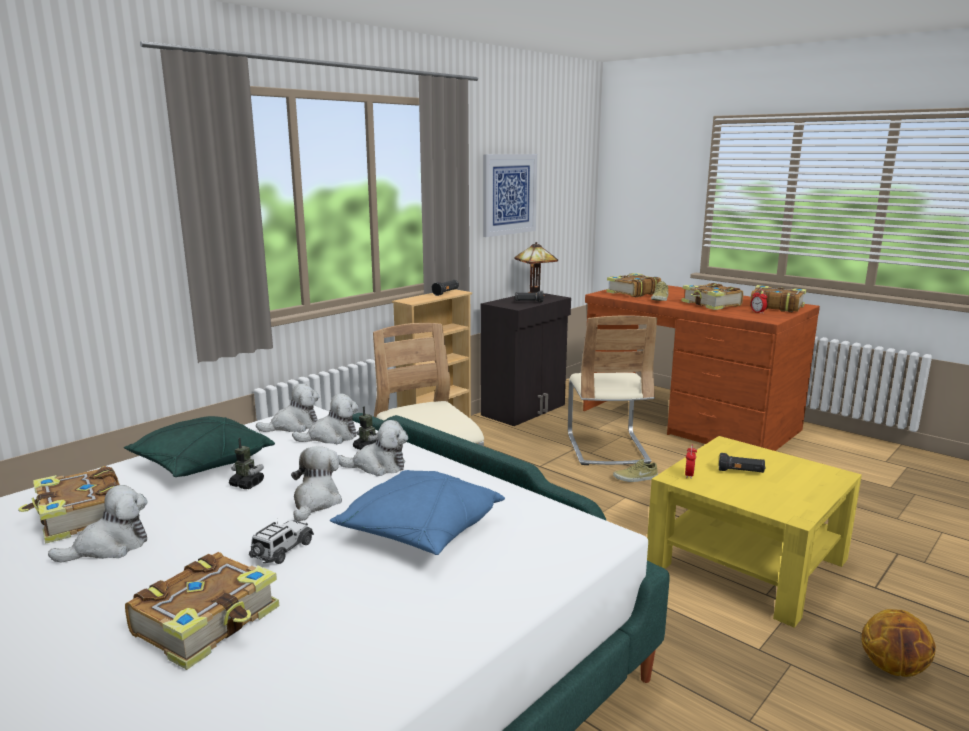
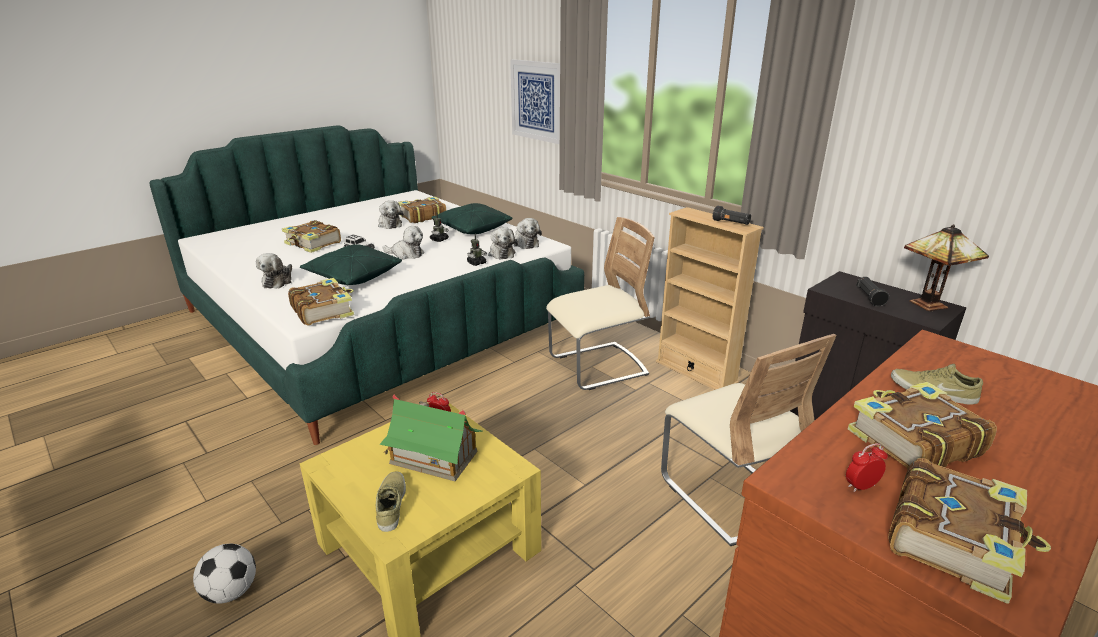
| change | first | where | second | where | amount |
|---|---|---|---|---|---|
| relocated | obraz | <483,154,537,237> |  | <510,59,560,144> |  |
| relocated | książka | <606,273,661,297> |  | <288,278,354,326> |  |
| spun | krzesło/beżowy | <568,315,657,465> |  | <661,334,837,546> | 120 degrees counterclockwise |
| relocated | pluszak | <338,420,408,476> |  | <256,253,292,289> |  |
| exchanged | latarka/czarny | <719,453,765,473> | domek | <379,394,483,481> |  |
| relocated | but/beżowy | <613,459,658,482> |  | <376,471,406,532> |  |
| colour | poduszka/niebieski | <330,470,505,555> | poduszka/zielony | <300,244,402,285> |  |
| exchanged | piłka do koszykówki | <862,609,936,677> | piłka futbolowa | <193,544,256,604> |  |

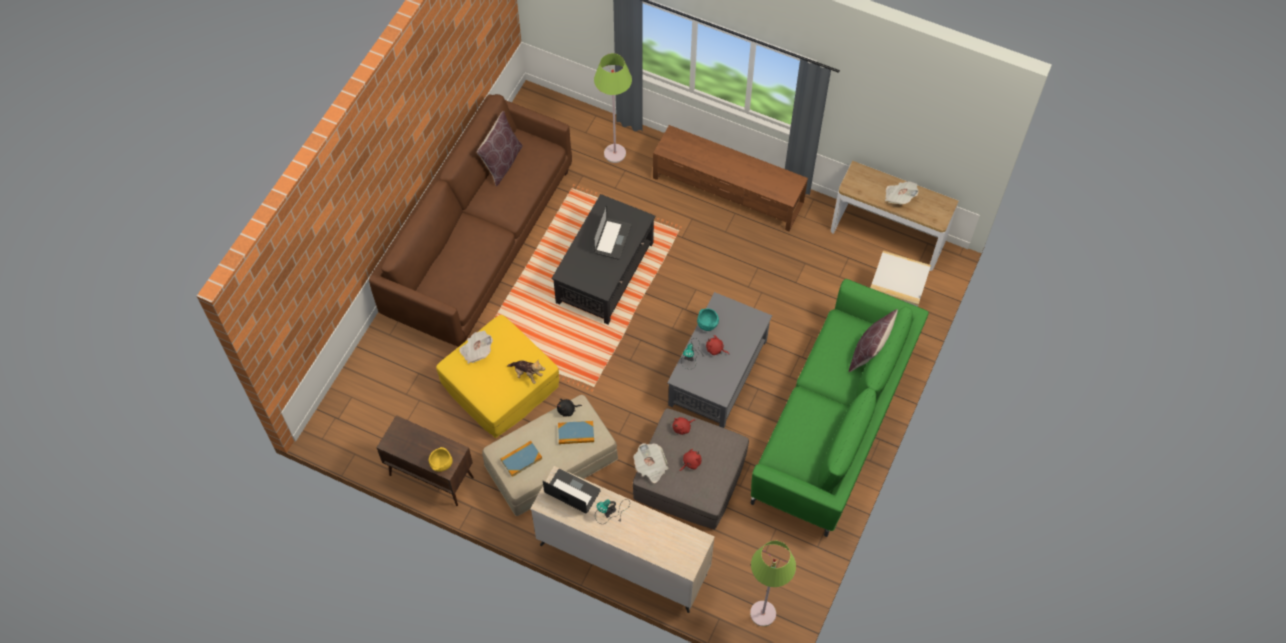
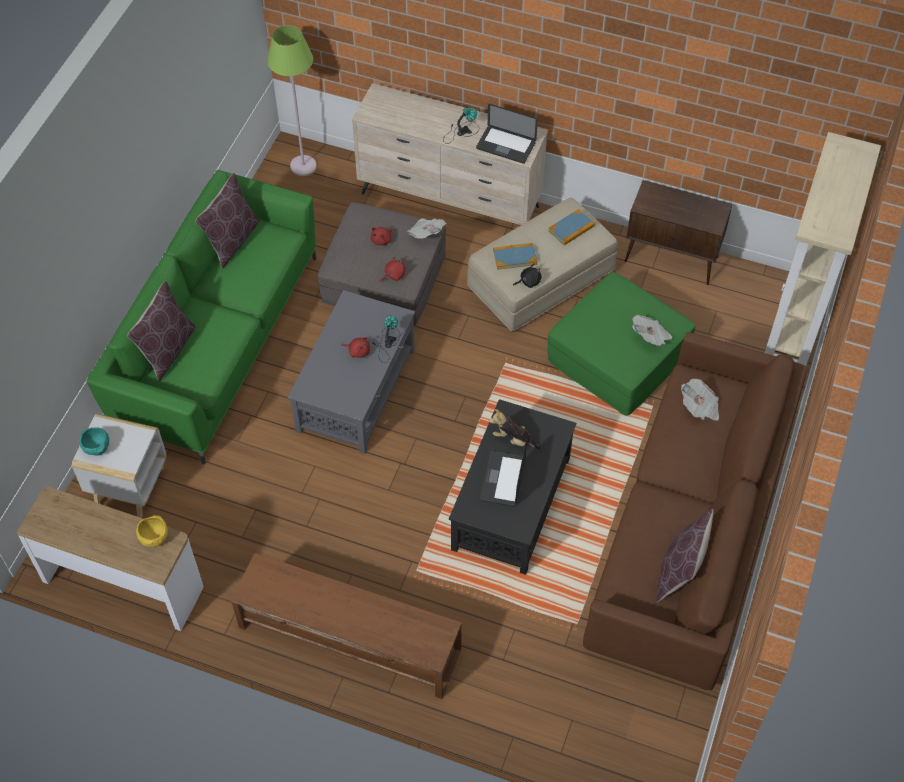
| change | first | where | second | where | amount |
|---|---|---|---|---|---|
| missing | lampa stojąca/zielony | <594,53,632,163> |  |  |  |
| relocated | gazeta | <885,181,919,205> |  | <681,379,719,421> |  |
| relocated | miska/turkusowy | <697,308,719,331> |  | <80,427,109,456> |  |
| colour | pufa/żółty | <436,315,559,438> | pufa/zielony | <547,272,695,416> |  |
| relocated | pluszak | <507,360,545,384> |  | <489,409,541,449> |  |
| relocated | miska/żółty | <429,447,453,472> |  | <136,515,168,547> |  |
| appeared |  |  | regał/beżowy | <765,132,881,366> |  |
| appeared |  |  | poduszka/brązowy | <195,173,260,269> |  |

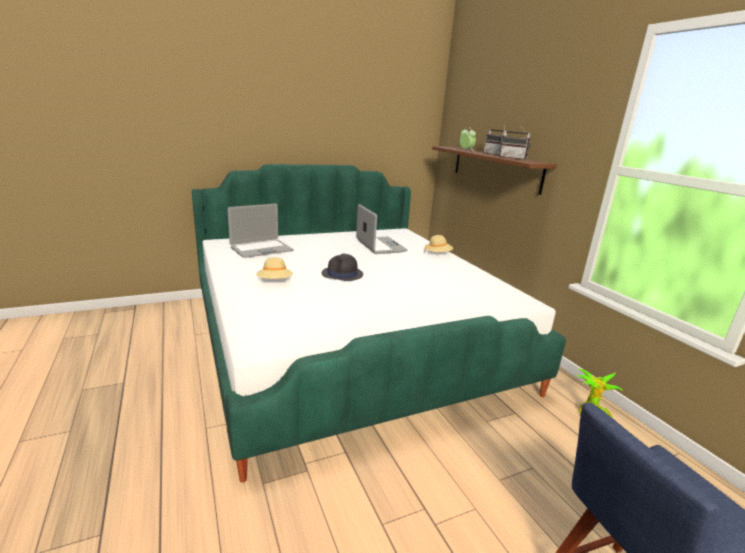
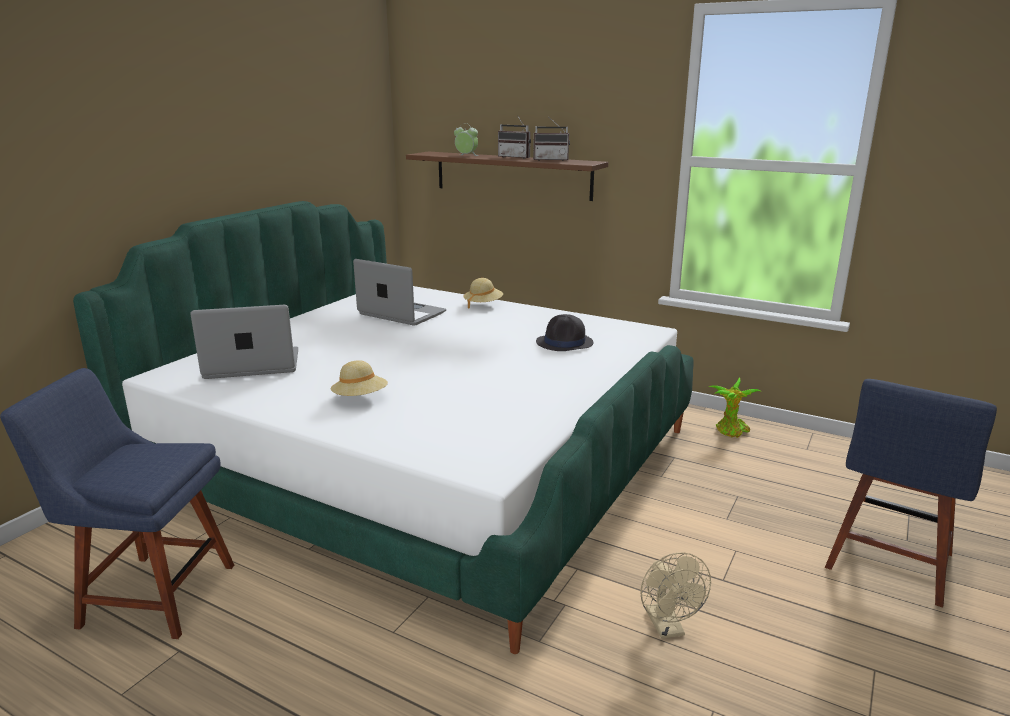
| change | first | where | second | where | amount |
|---|---|---|---|---|---|
| spun | laptop | <227,204,294,258> |  | <190,305,298,379> | 120 degrees counterclockwise |
| relocated | kapelusz/czarny | <322,254,363,281> |  | <536,314,593,351> |  |
| appeared |  |  | krzesło/niebieski | <0,368,234,639> |  |
| appeared |  |  | wentylator/beżowy | <641,553,711,639> |  |

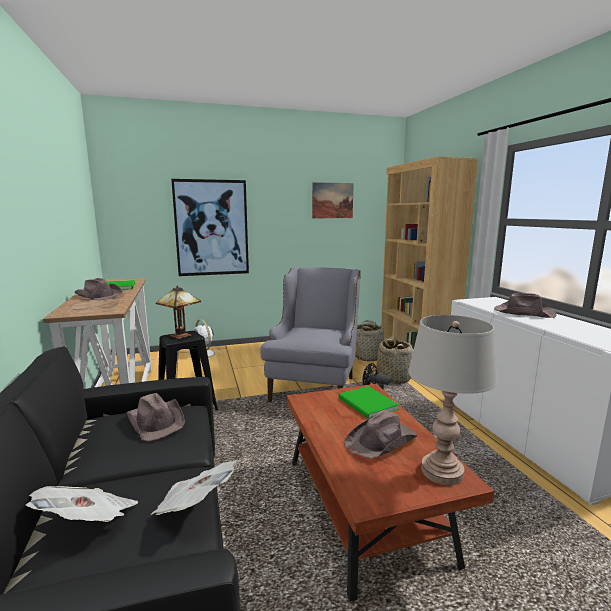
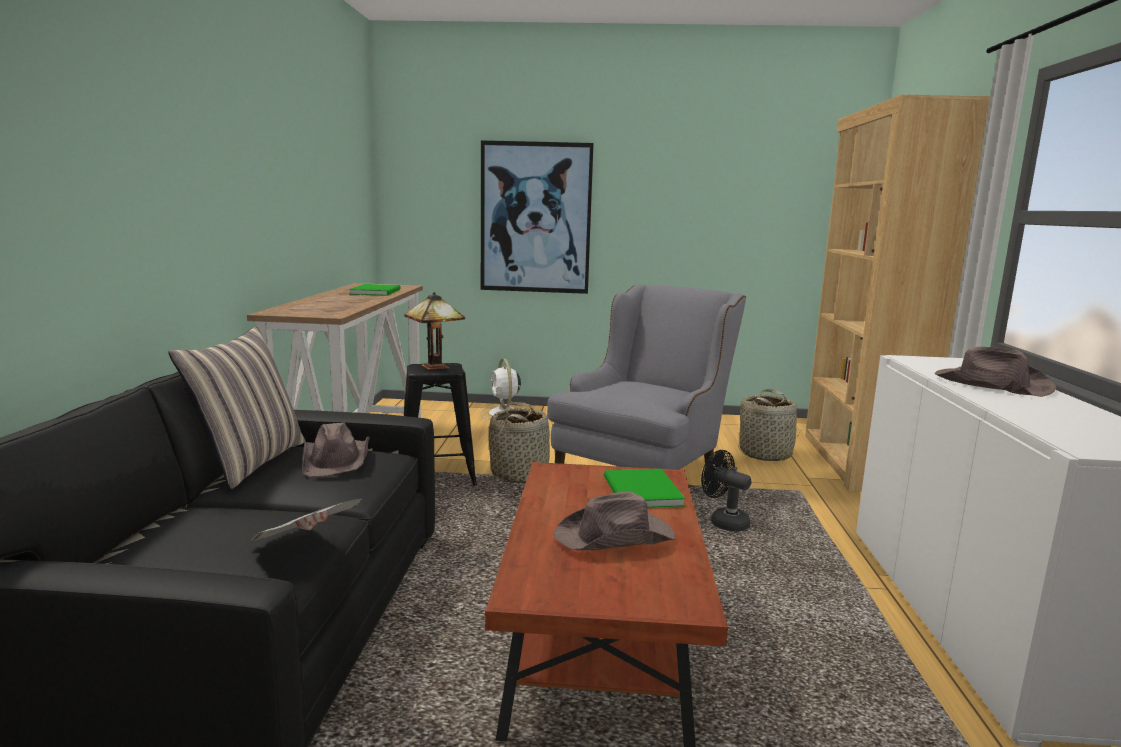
| change | first | where | second | where | amount |
|---|---|---|---|---|---|
| missing | obraz | <312,182,354,218> |  |  |  |
| missing | kapelusz/brązowy | <74,278,122,300> |  |  |  |
| missing | lampa stołowa/szary | <408,315,498,485> |  |  |  |
| relocated | koszyk | <376,336,413,384> |  | <489,402,550,483> |  |
| missing | gazeta | <26,486,138,522> |  |  |  |
| appeared |  |  | poduszka | <168,326,306,489> |  |

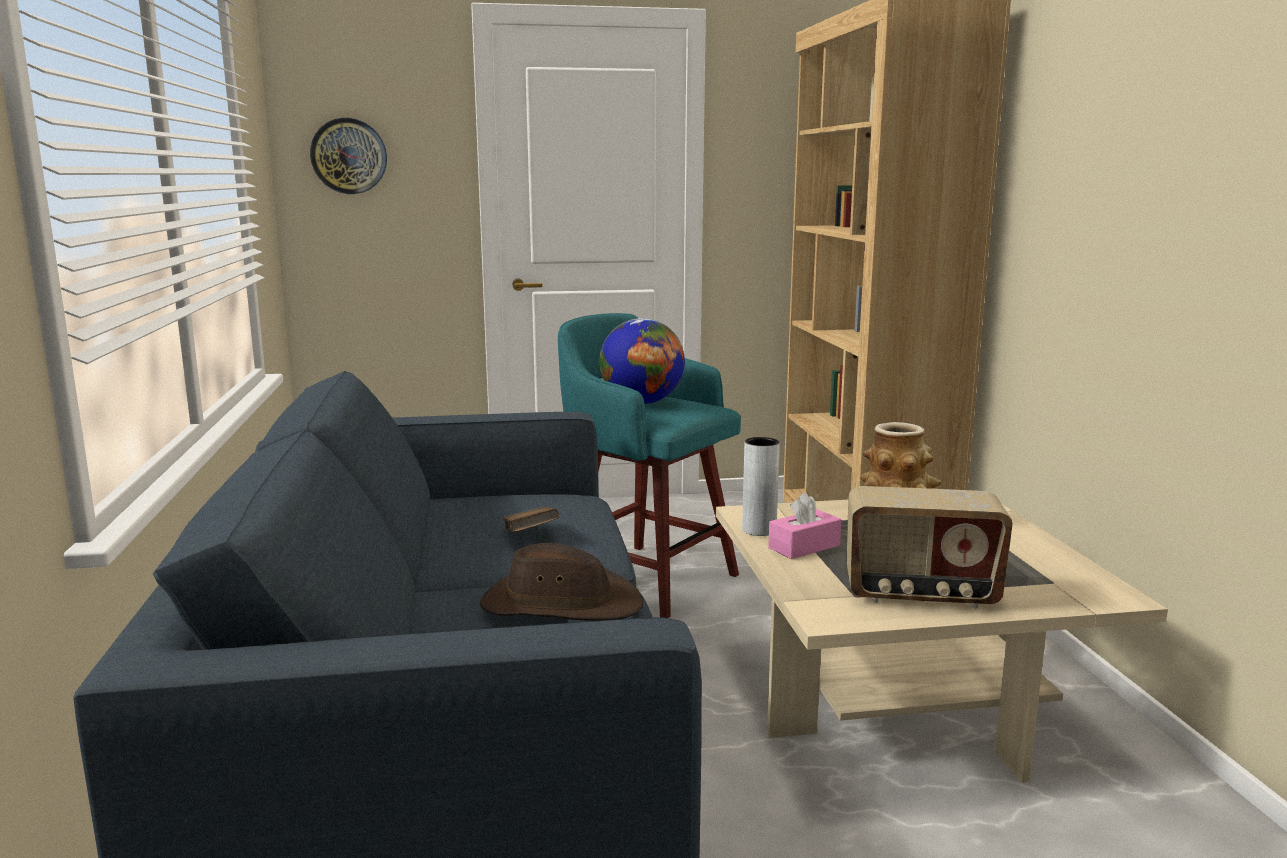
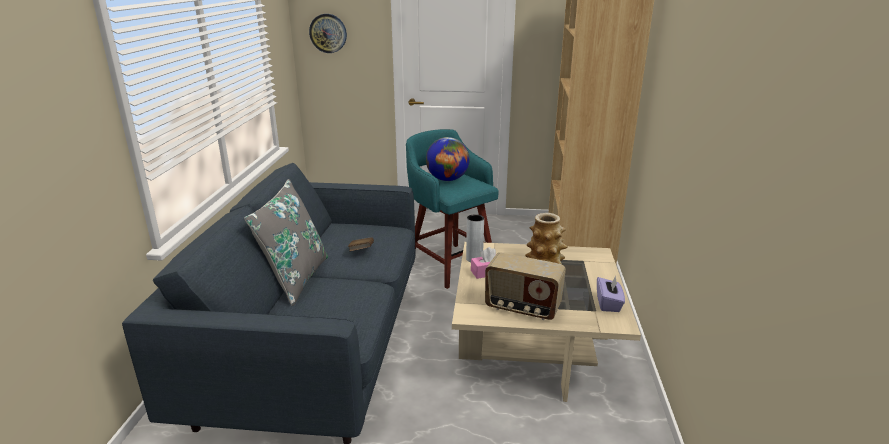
| change | first | where | second | where | amount |
|---|---|---|---|---|---|
| missing | kapelusz/brązowy | <480,543,643,621> |  |  |  |
| appeared |  |  | poduszka/szary | <244,179,328,306> |  |
| appeared |  |  | pudełko chusteczek/fioletowy | <597,276,625,312> |  |

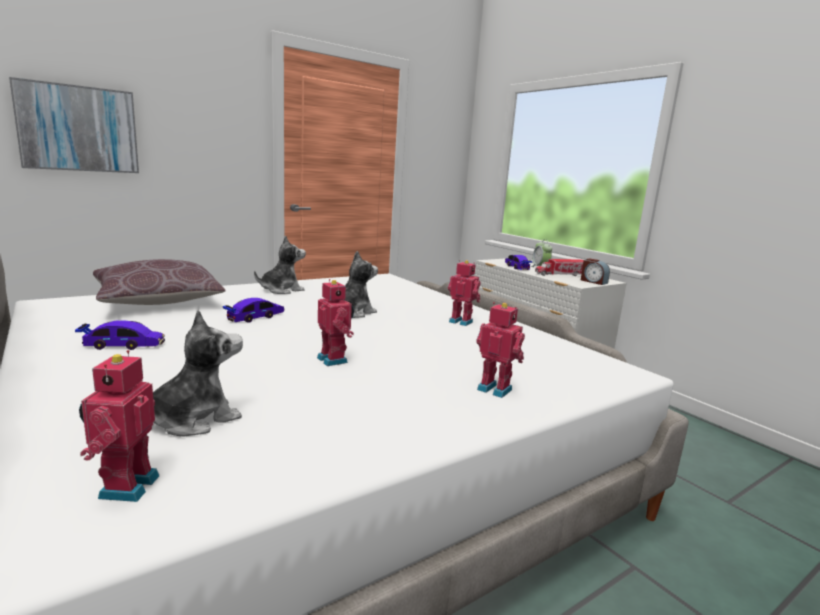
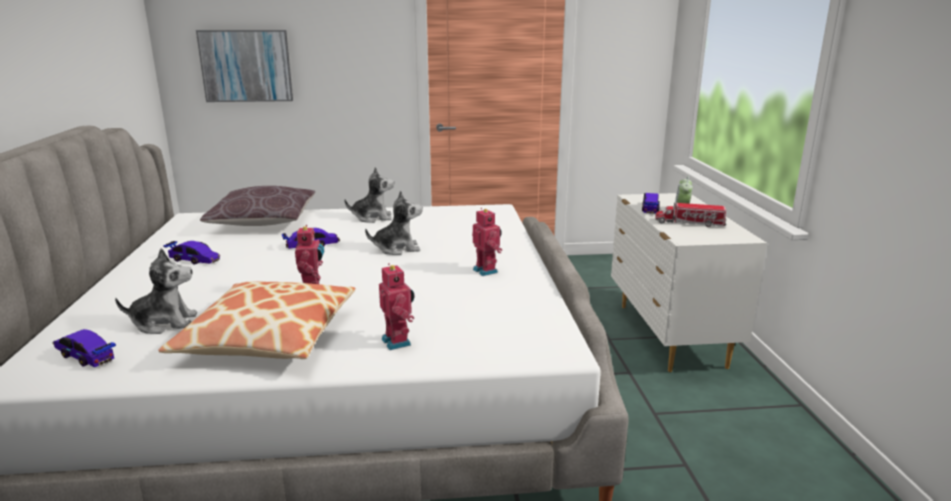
| change | first | where | second | where | amount |
|---|---|---|---|---|---|
| missing | budzik | <581,258,610,285> |  |  |  |
| exchanged | robot zabawkowy | <79,350,160,502> | samochodzik | <53,329,116,367> |  |
| appeared |  |  | poduszka | <158,282,355,359> |  |

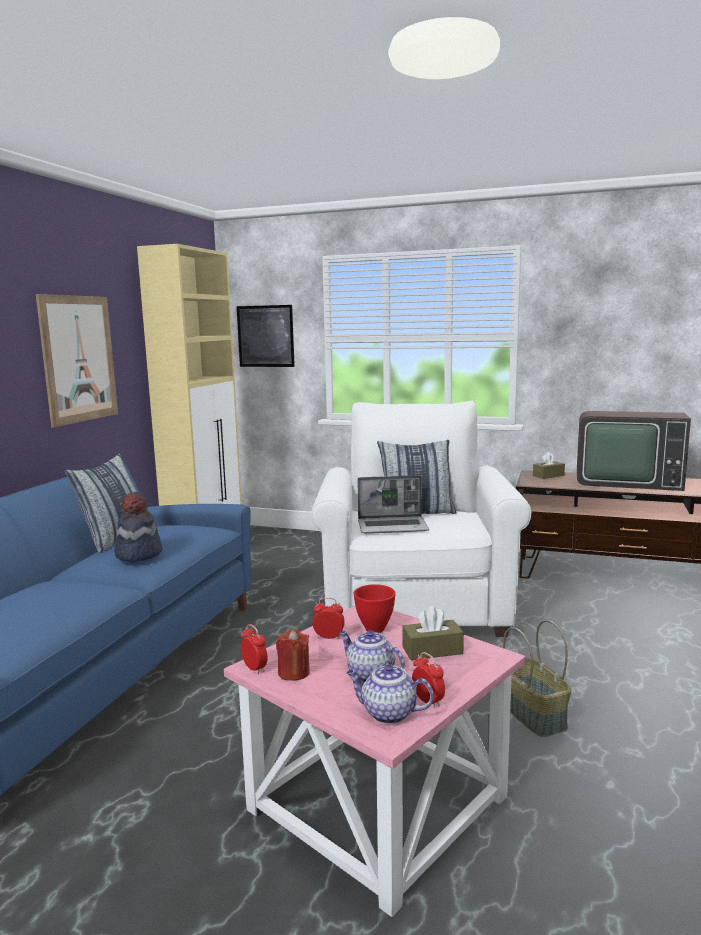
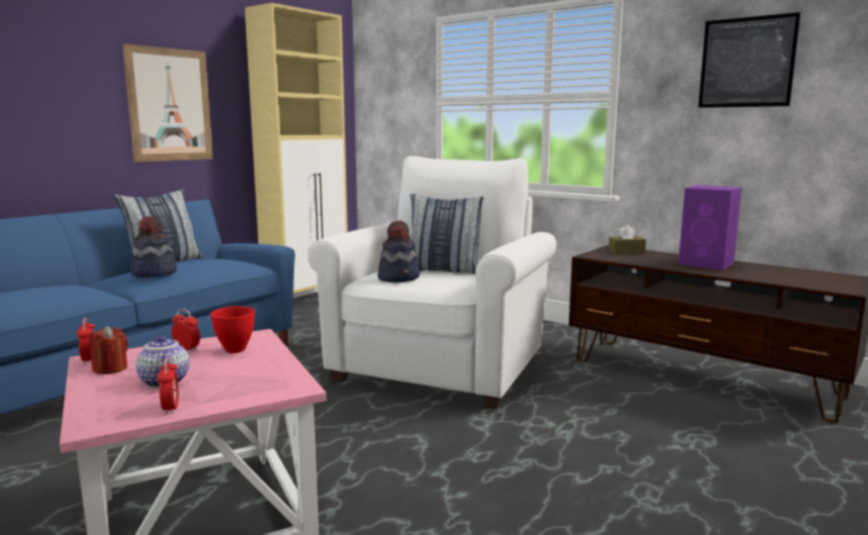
| change | first | where | second | where | amount |
|---|---|---|---|---|---|
| relocated | obraz | <237,305,295,367> |  | <698,12,801,108> |  |
| exchanged | telewizor | <577,411,691,491> | głośnik/fioletowy | <678,185,742,270> |  |
| exchanged | laptop | <357,475,429,534> | kapelusz | <378,220,420,283> |  |
| missing | pudełko chusteczek/brązowy | <402,606,464,660> |  |  |  |
| missing | koszyk | <503,620,571,737> |  |  |  |
| missing | imbryk | <347,664,434,724> |  |  |  |

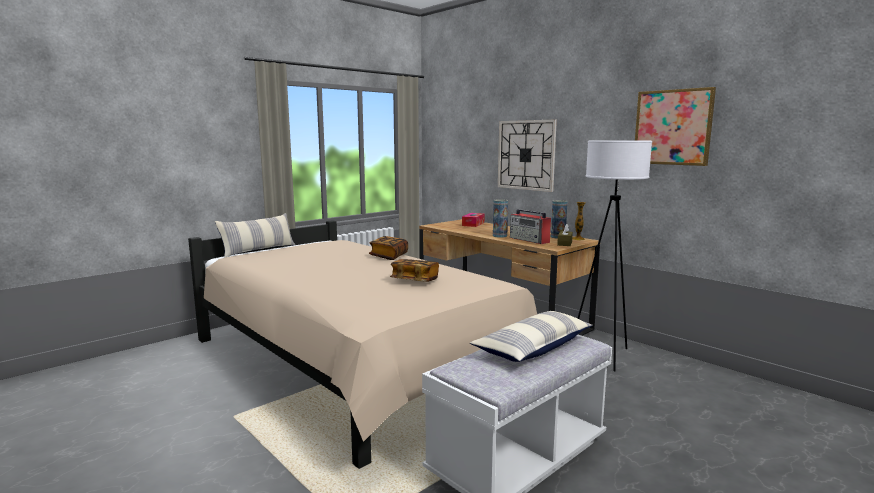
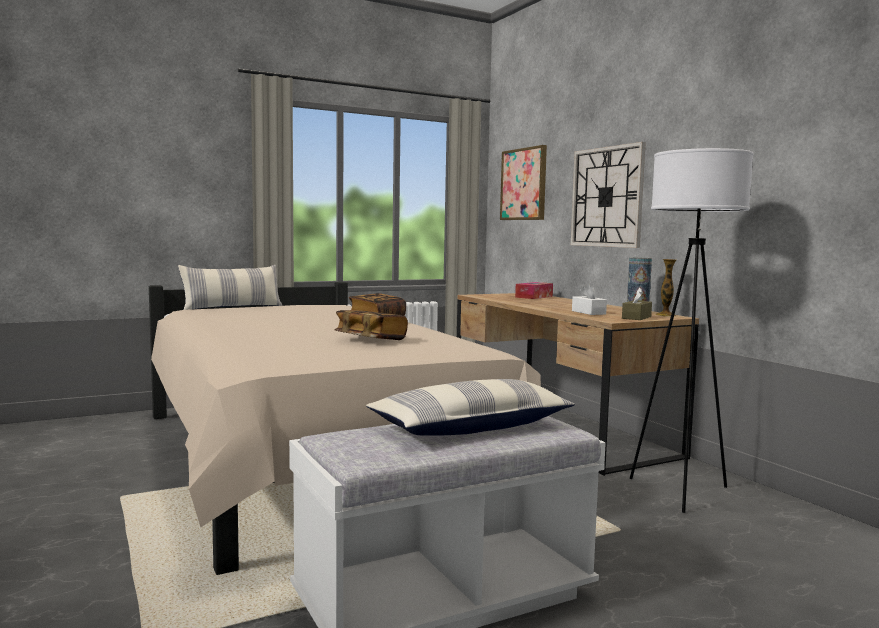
| change | first | where | second | where | amount |
|---|---|---|---|---|---|
| relocated | obraz | <635,87,716,166> |  | <500,145,547,220> |  |
| missing | wazon | <493,199,508,238> |  |  |  |
| exchanged | radio | <510,209,551,244> | pudełko chusteczek/biały | <572,284,607,315> |  |

